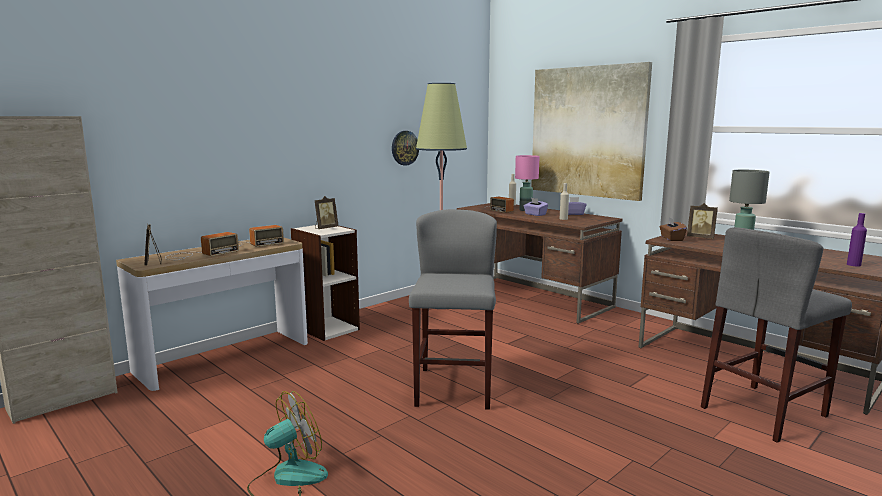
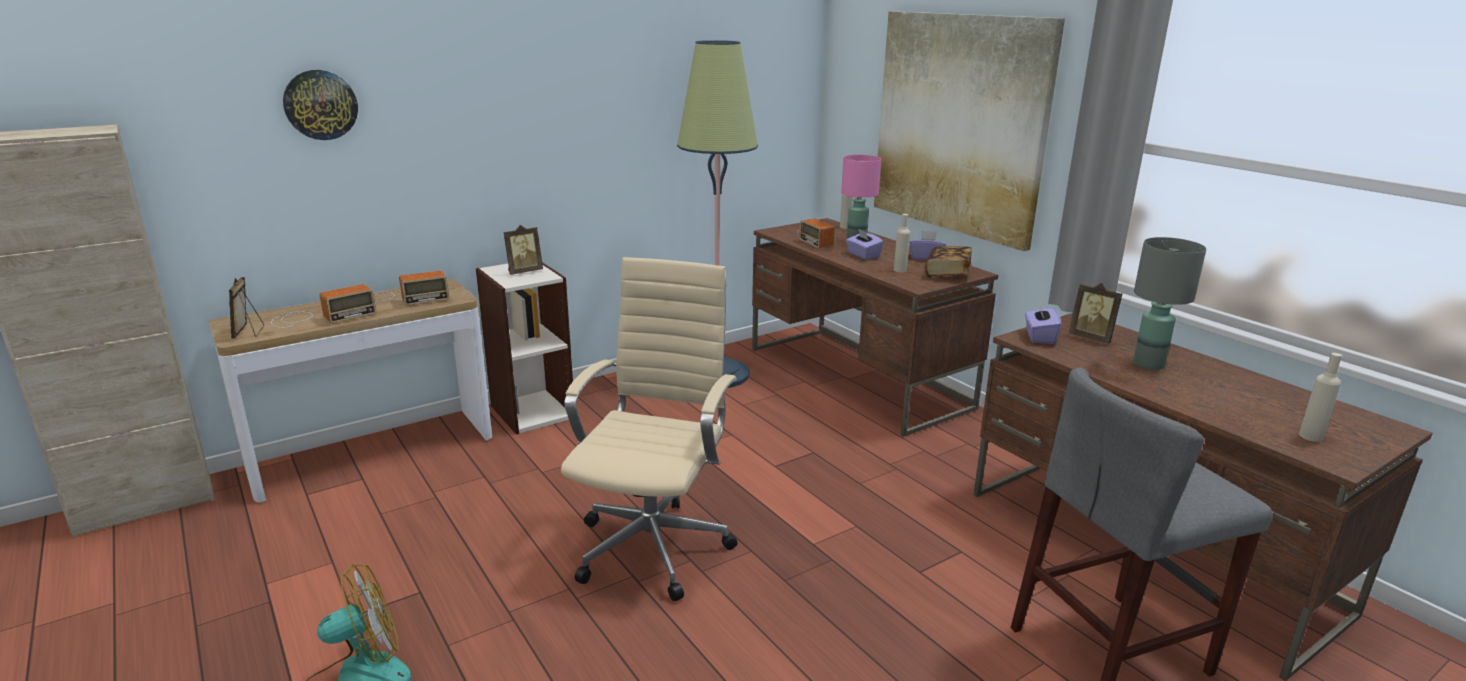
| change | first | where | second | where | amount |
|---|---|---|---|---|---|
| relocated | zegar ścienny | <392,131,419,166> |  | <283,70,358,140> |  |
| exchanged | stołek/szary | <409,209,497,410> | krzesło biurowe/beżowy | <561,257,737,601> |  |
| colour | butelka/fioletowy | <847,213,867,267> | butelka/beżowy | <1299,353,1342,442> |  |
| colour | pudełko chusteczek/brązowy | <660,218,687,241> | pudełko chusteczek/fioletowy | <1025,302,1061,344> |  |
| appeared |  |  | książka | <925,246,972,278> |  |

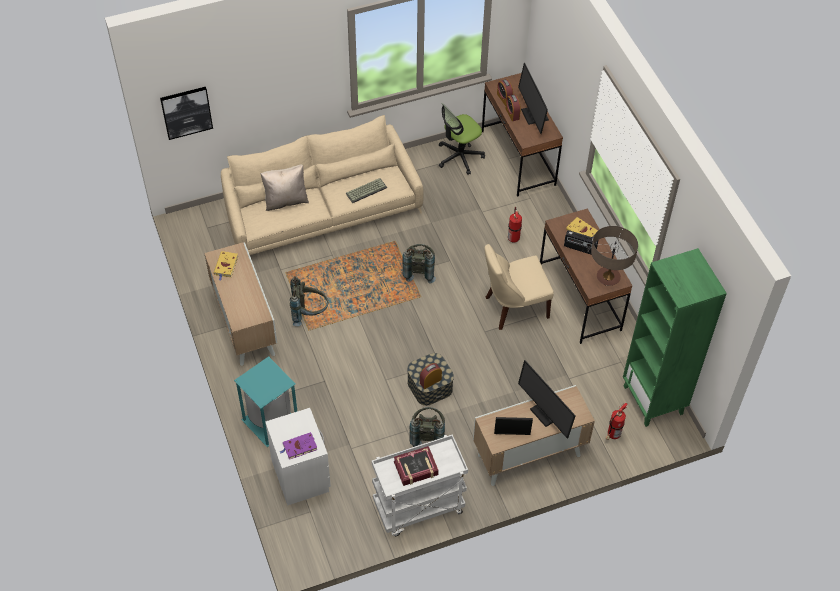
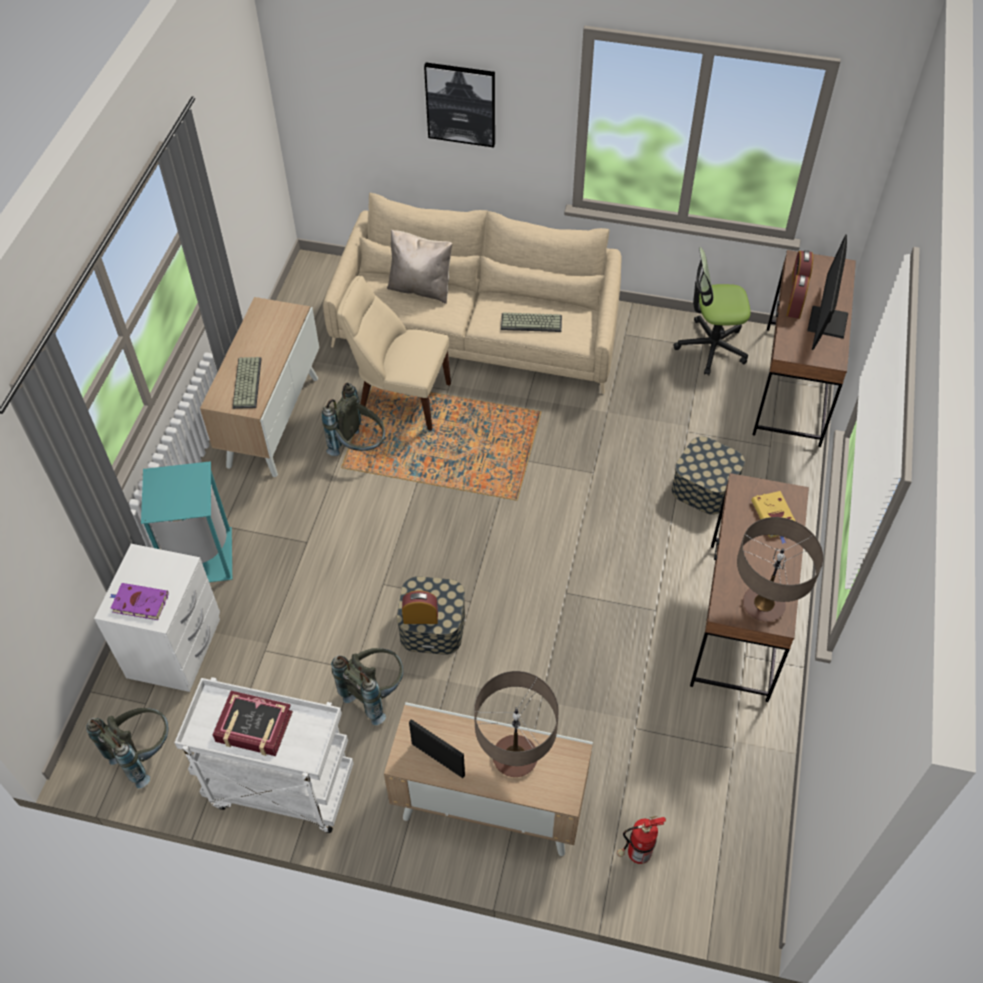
| change | first | where | second | where | amount |
|---|---|---|---|---|---|
| relocated | obraz | <160,87,213,140> |  | <424,63,495,148> |  |
| exchanged | gaśnica | <508,207,522,243> | pojemnik do przechowywania | <672,437,745,515> |  |
| missing | radio | <564,230,598,255> |  |  |  |
| relocated | plecak/szary | <402,244,436,283> |  | <86,708,169,788> |  |
| relocated | krzesło/beżowy | <484,244,554,330> |  | <337,276,451,430> |  |
| missing | regał/zielony | <623,248,727,427> |  |  |  |
| missing | książka/żółty | <214,251,238,281> |  |  |  |
| exchanged | monitor | <518,360,576,439> | lampa stołowa | <474,671,559,777> |  |
| appeared |  |  | klawiatura | <232,357,262,409> |  |

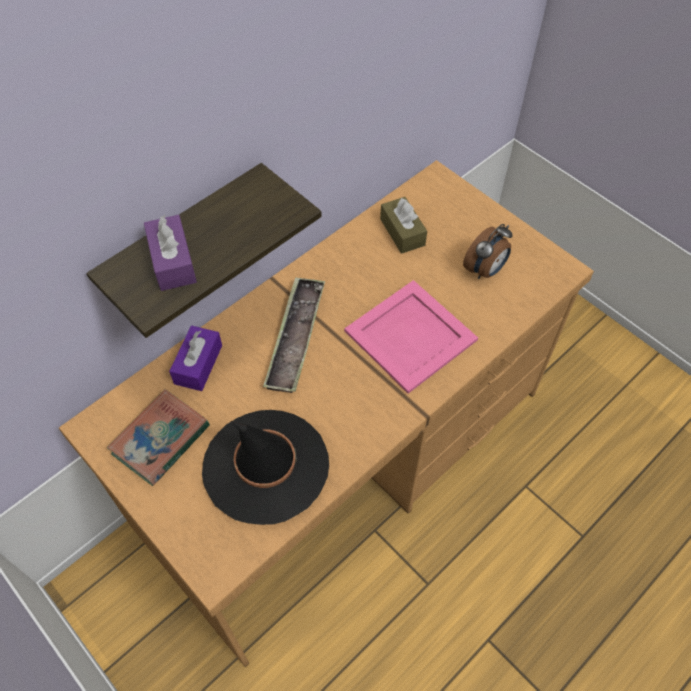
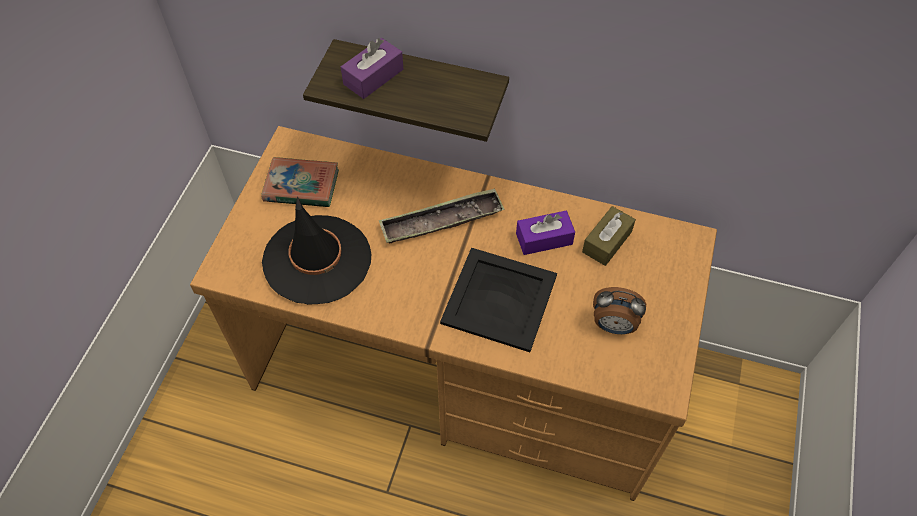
| change | first | where | second | where | amount |
|---|---|---|---|---|---|
| colour | taca/różowy | <344,280,478,394> | taca/czarny | <440,248,557,352> |  |
| relocated | pudełko chusteczek/fioletowy | <169,326,222,391> |  | <516,211,575,255> |  |

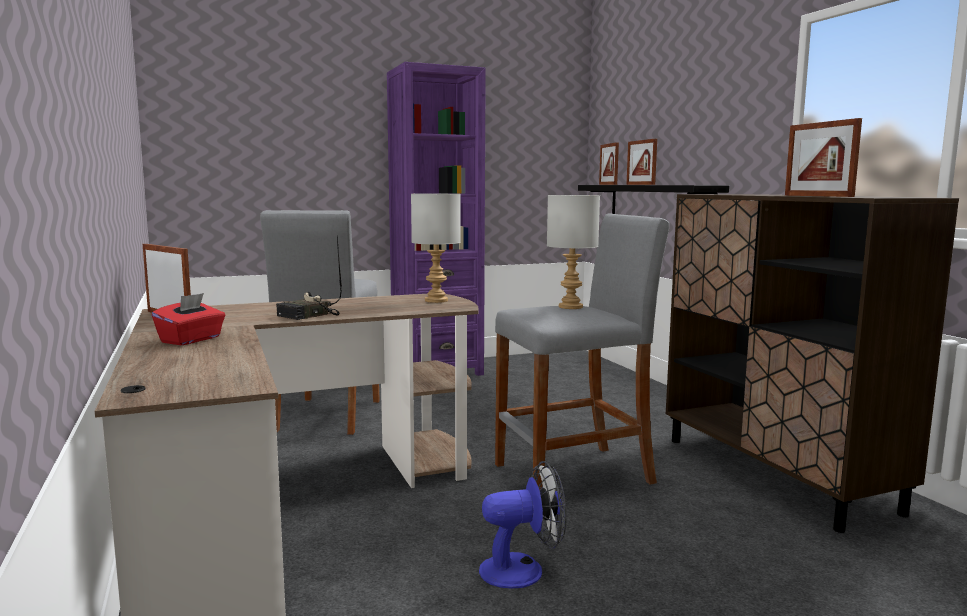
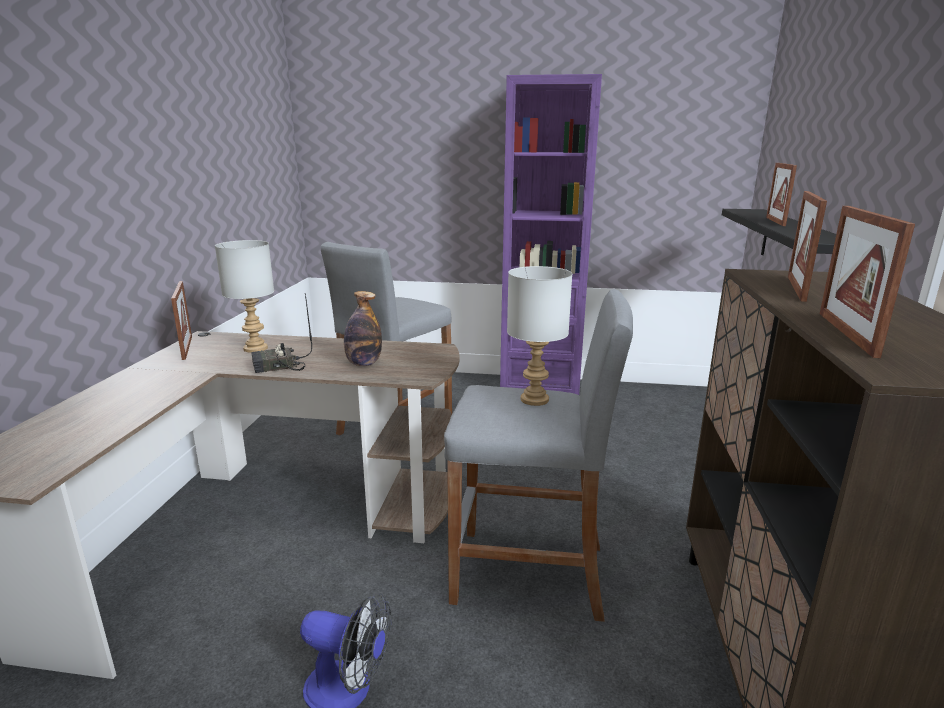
| change | first | where | second | where | amount |
|---|---|---|---|---|---|
| relocated | ramka na zdjęcie | <599,142,619,185> |  | <788,191,827,302> |  |
| relocated | lampa stołowa/szary | <411,194,461,303> |  | <215,240,274,353> |  |
| missing | pudełko chusteczek/czerwony | <152,293,225,345> |  |  |  |
| appeared |  |  | butelka | <344,291,382,366> |  |

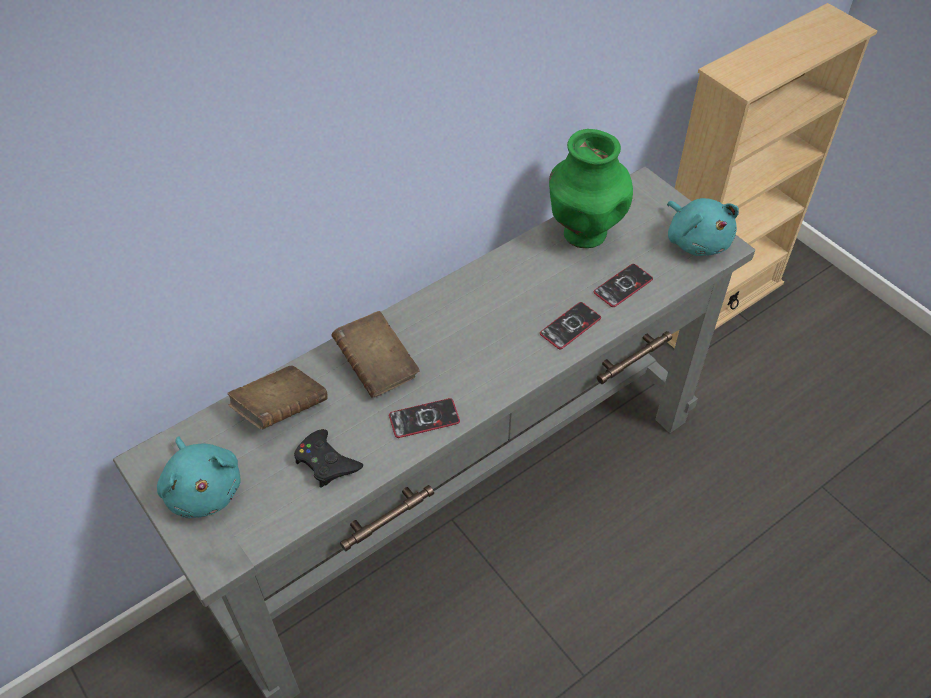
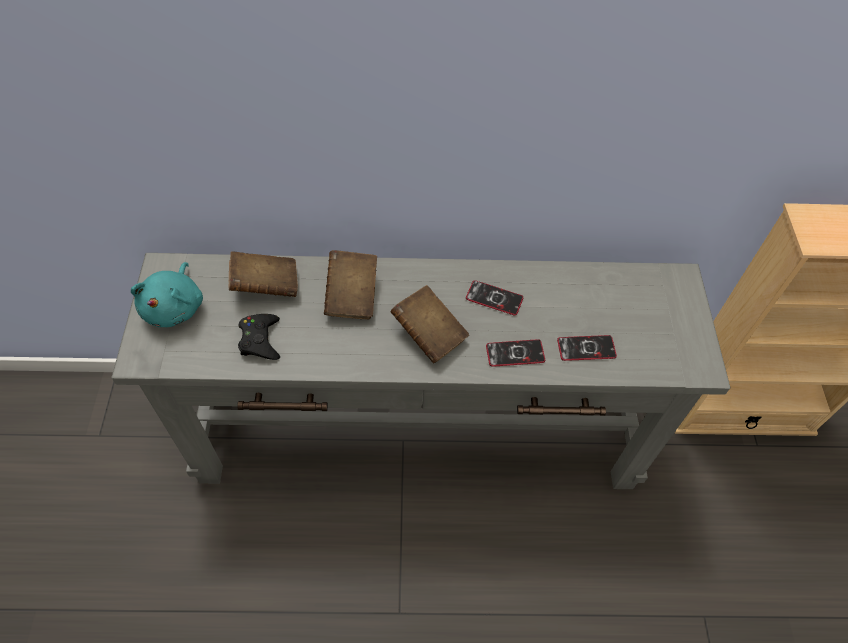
| change | first | where | second | where | amount |
|---|---|---|---|---|---|
| missing | wazon/zielony | <549,129,633,248> |  |  |  |
| missing | pluszak/turkusowy | <667,198,739,256> |  |  |  |
| relocated | telefon | <389,398,460,438> |  | <466,280,523,315> |  |
| appeared |  |  | książka/brązowy | <390,285,469,364> |  |

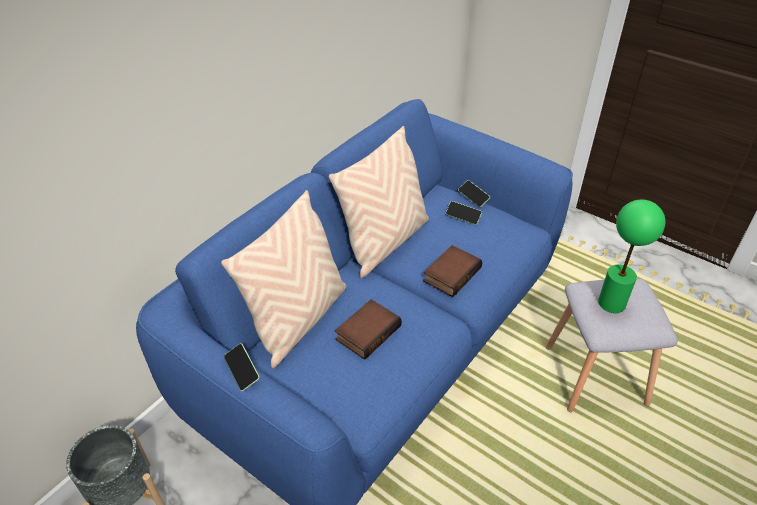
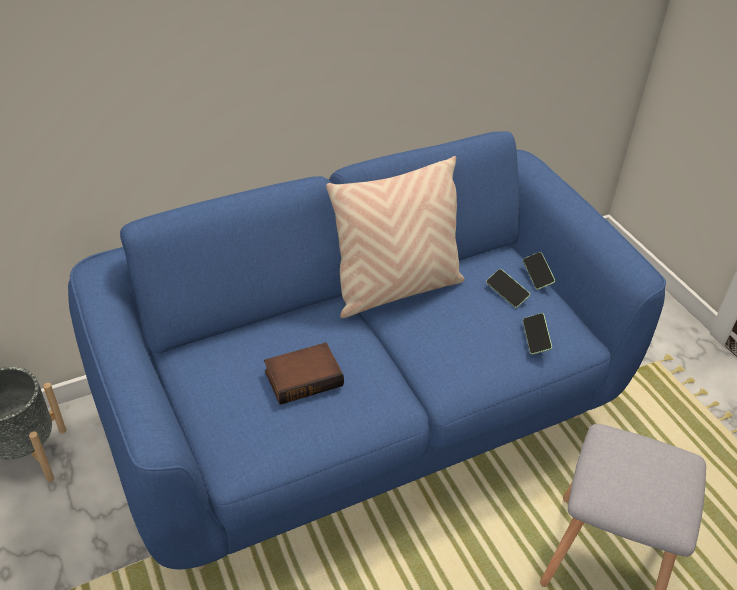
| change | first | where | second | where | amount |
|---|---|---|---|---|---|
| missing | poduszka/beżowy | <221,190,346,368> |  |  |  |
| missing | lampa stołowa/zielony | <598,200,665,313> |  |  |  |
| missing | książka | <423,245,482,297> |  |  |  |
| relocated | telefon | <224,343,260,391> |  | <523,313,552,355> |  |

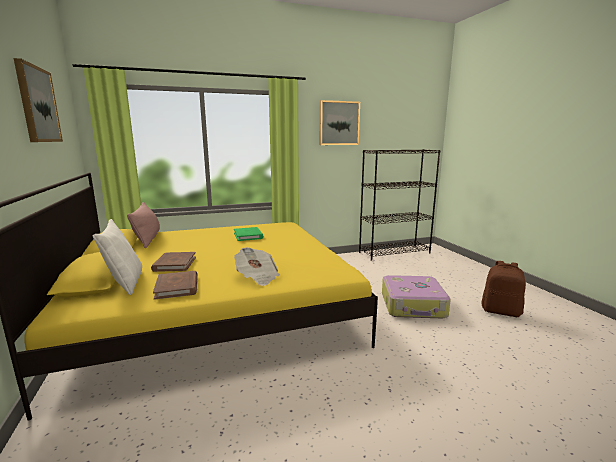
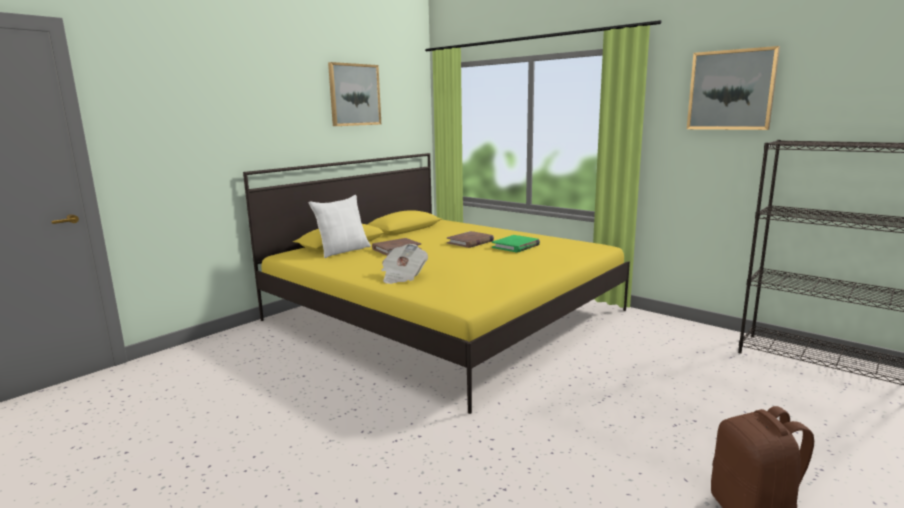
| change | first | where | second | where | amount |
|---|---|---|---|---|---|
| missing | poduszka/różowy | <127,202,160,248> |  |  |  |
| relocated | książka/brązowy | <153,271,198,300> |  | <447,231,494,248> |  |
| missing | walizka | <382,275,451,318> |  |  |  |

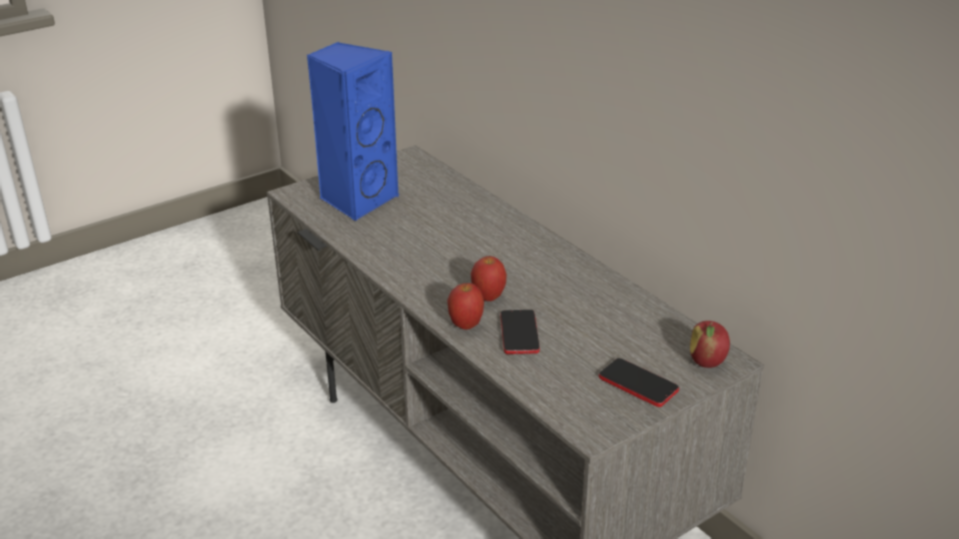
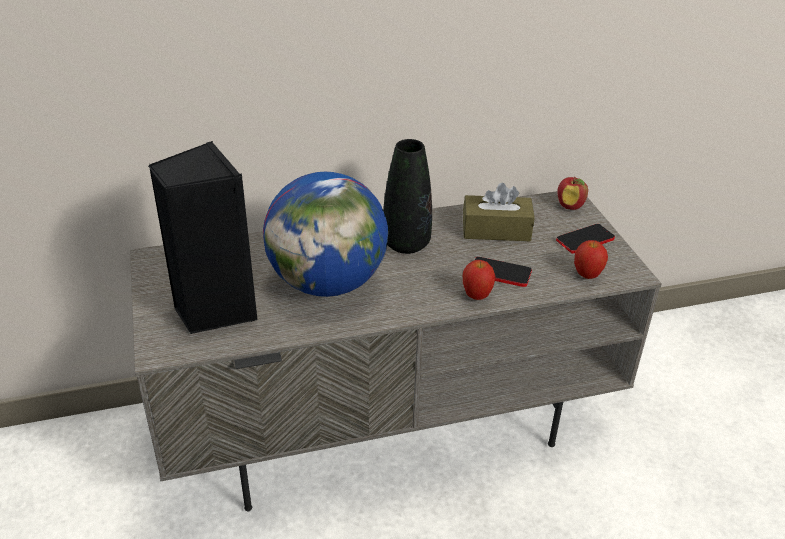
| change | first | where | second | where | amount |
|---|---|---|---|---|---|
| colour | głośnik/niebieski | <306,42,399,221> | głośnik/czarny | <148,141,258,334> |  |
| relocated | jabłko | <471,256,507,301> |  | <574,240,608,279> |  |
| appeared |  |  | wazon/czarny | <383,139,432,254> |  |
| appeared |  |  | globus | <263,172,388,297> |  |
| appeared |  |  | pudełko chusteczek/brązowy | <463,183,535,241> |  |

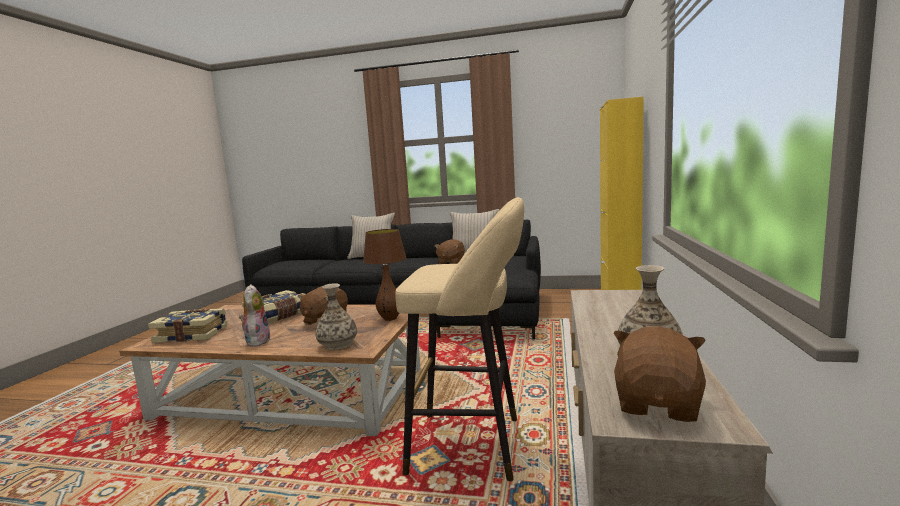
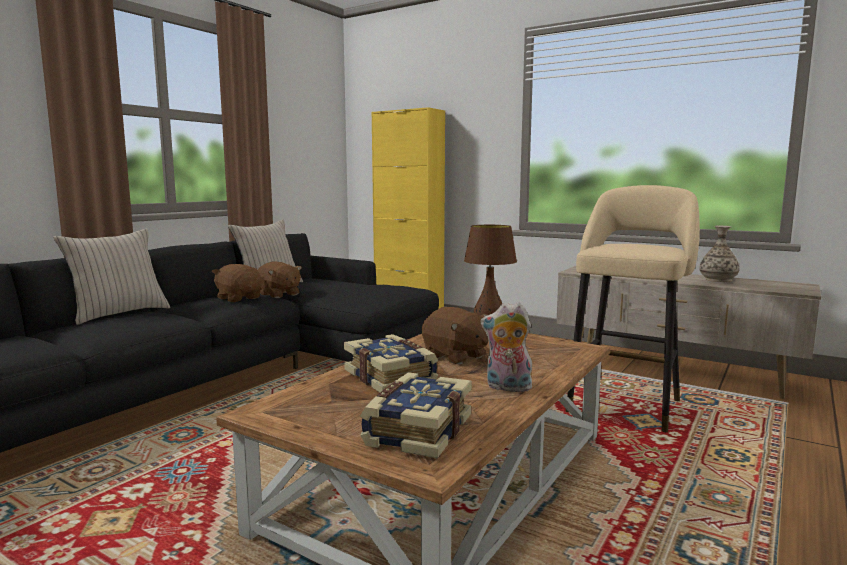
| change | first | where | second | where | amount |
|---|---|---|---|---|---|
| missing | wazon | <315,283,357,350> |  |  |  |
| relocated | pluszak/brązowy | <613,326,706,422> |  | <212,264,262,302> |  |

